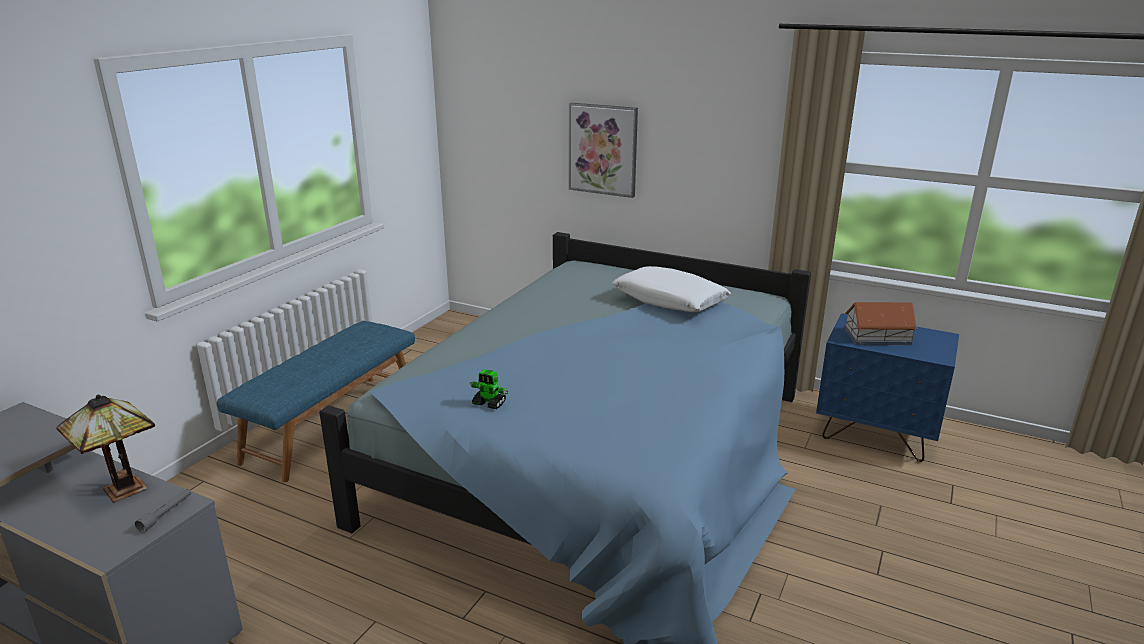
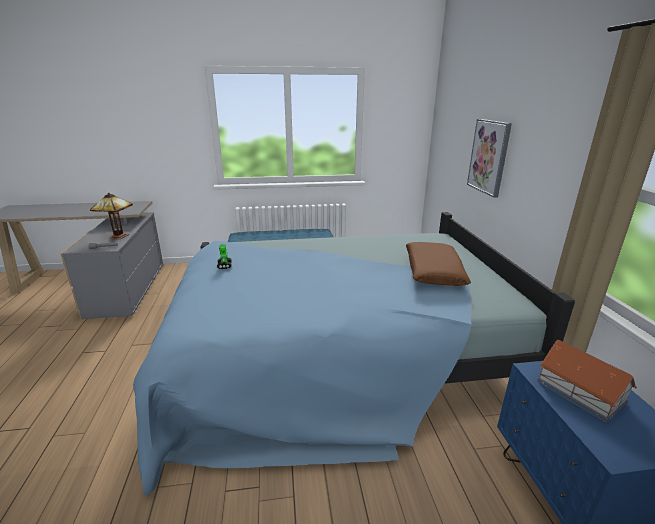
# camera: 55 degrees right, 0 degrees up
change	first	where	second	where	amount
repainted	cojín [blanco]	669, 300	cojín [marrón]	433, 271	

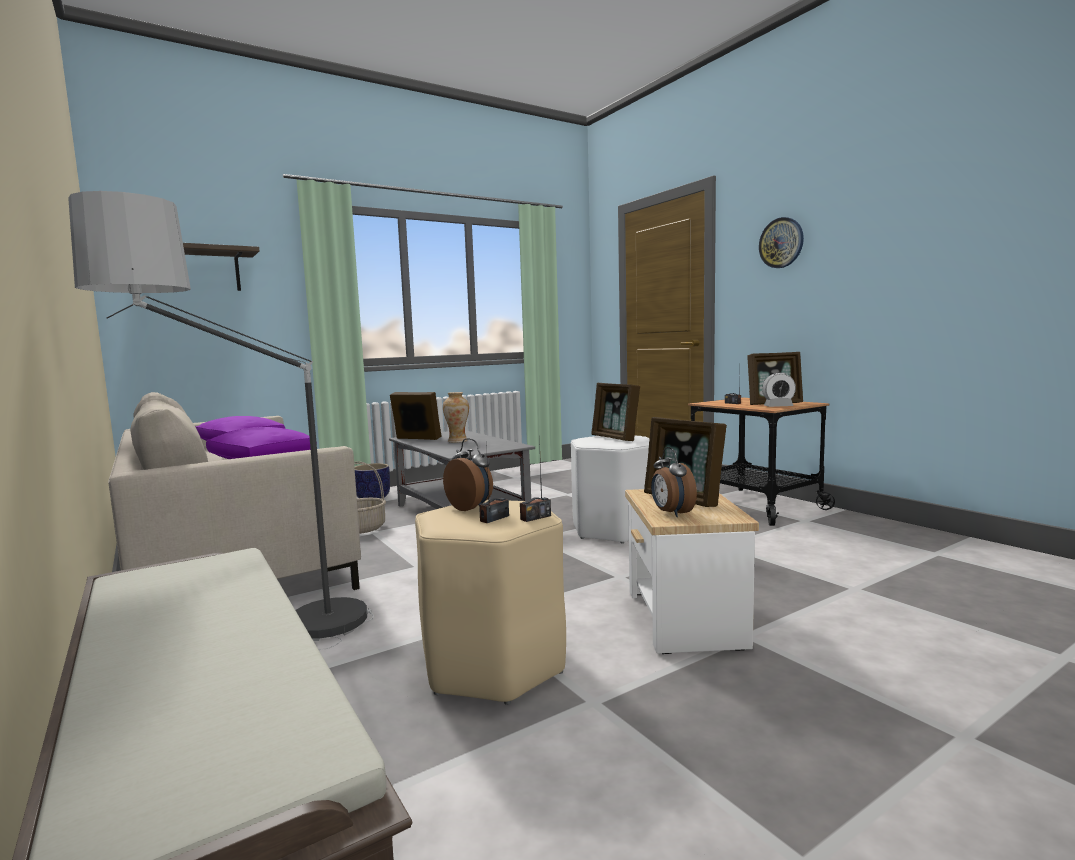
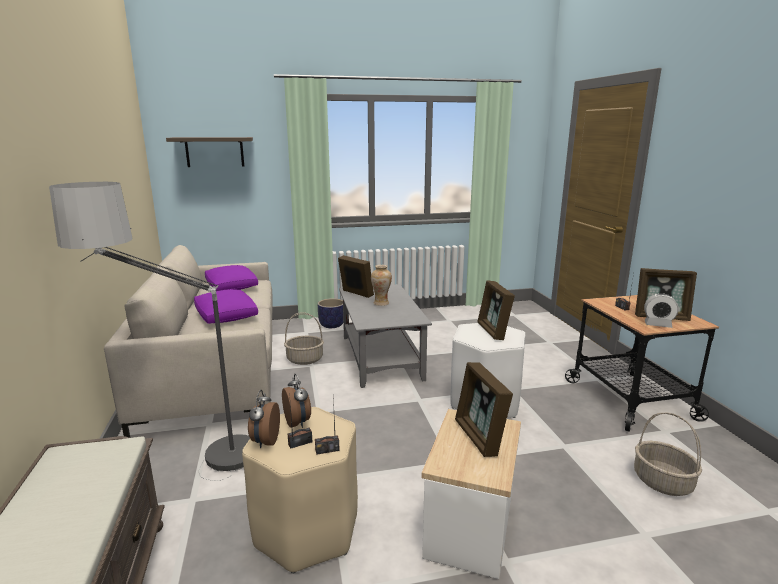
# camera: 20 degrees right, 10 degrees up
change	first	where	second	where	amount
shifted	despertador	671, 513		265, 441	
new			cesta	661, 482	
gone	reloj de pared	781, 243			

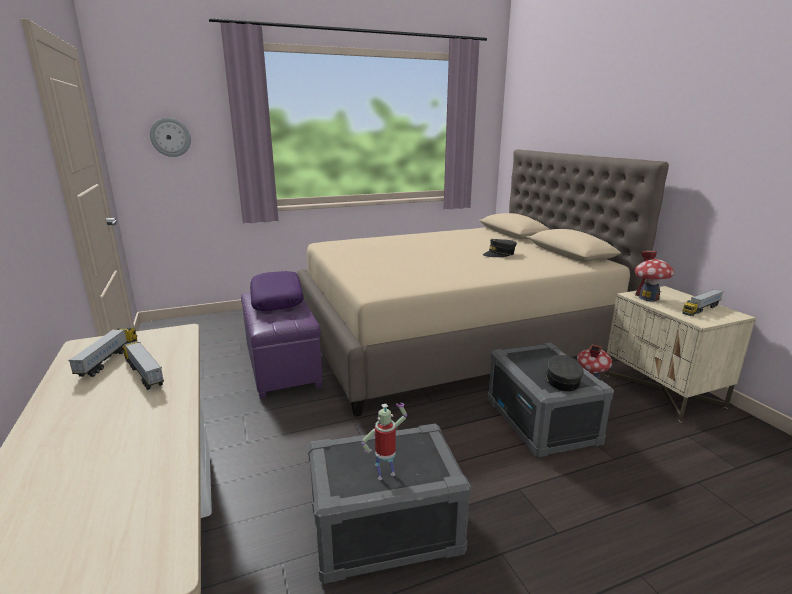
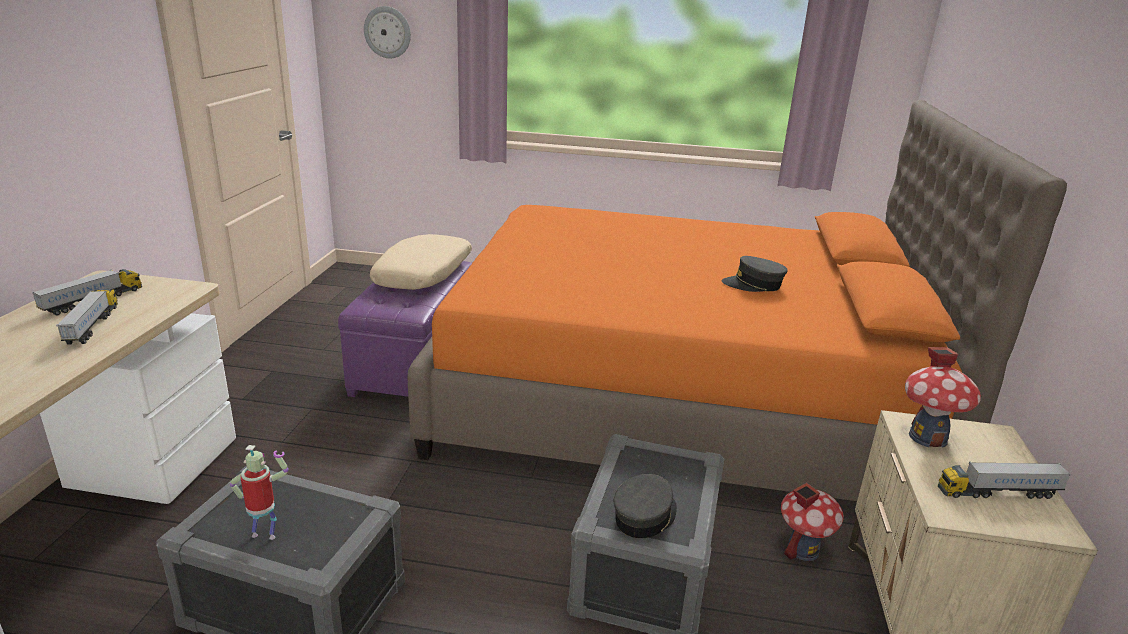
# camera: 30 degrees right, 5 degrees up
change	first	where	second	where	amount
repainted	cojín [morado]	277, 299	cojín [beis]	424, 274	
repainted	cama [beis]	453, 336	cama [naranja]	676, 395	

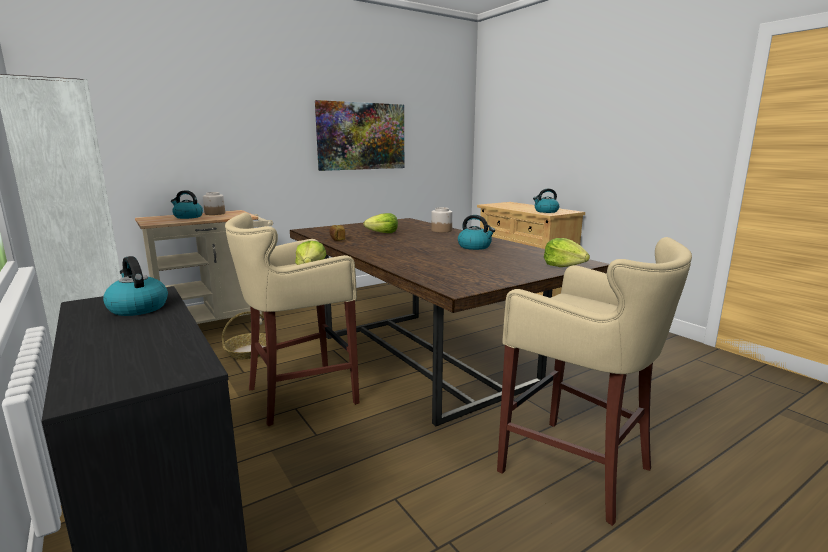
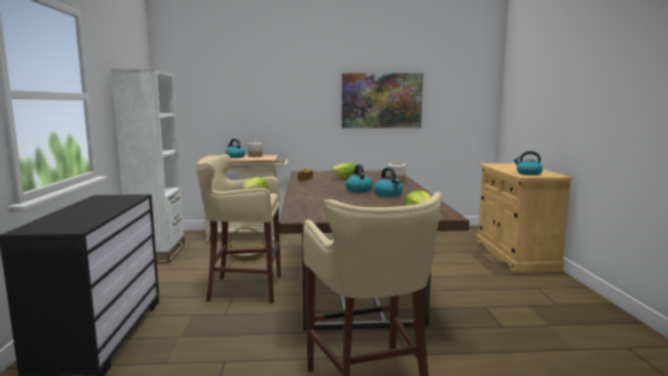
# camera: 30 degrees right, 5 degrees down
change	first	where	second	where	amount
shifted	hervidor	137, 308		358, 190	

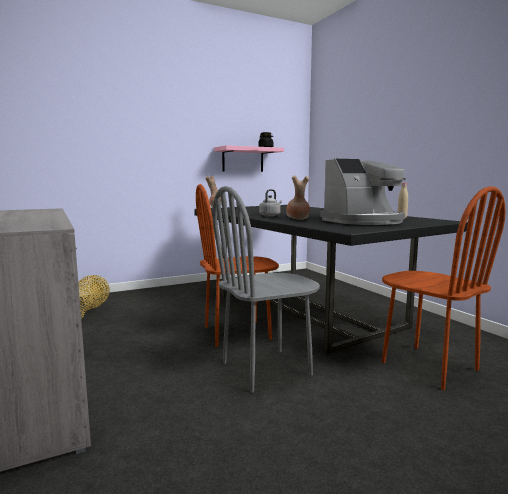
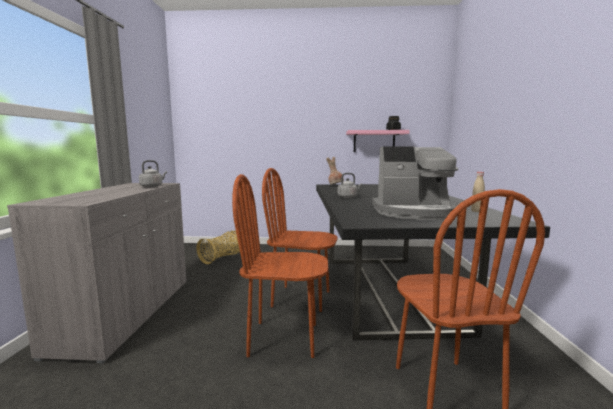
# camera: 30 degrees right, 0 degrees up
change	first	where	second	where	amount
new			hervidor [gris]	152, 186	
repainted	silla [gris]	266, 369	silla [marrón]	283, 339	
gone	florero [marrón]	297, 219			

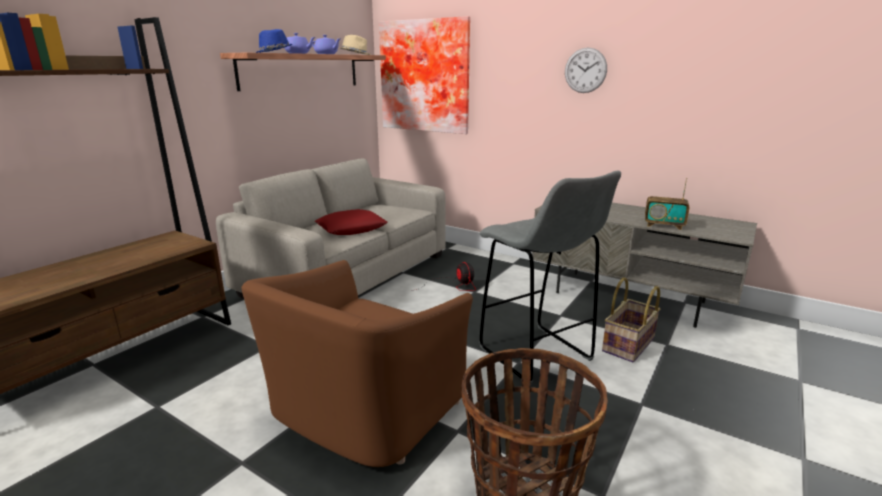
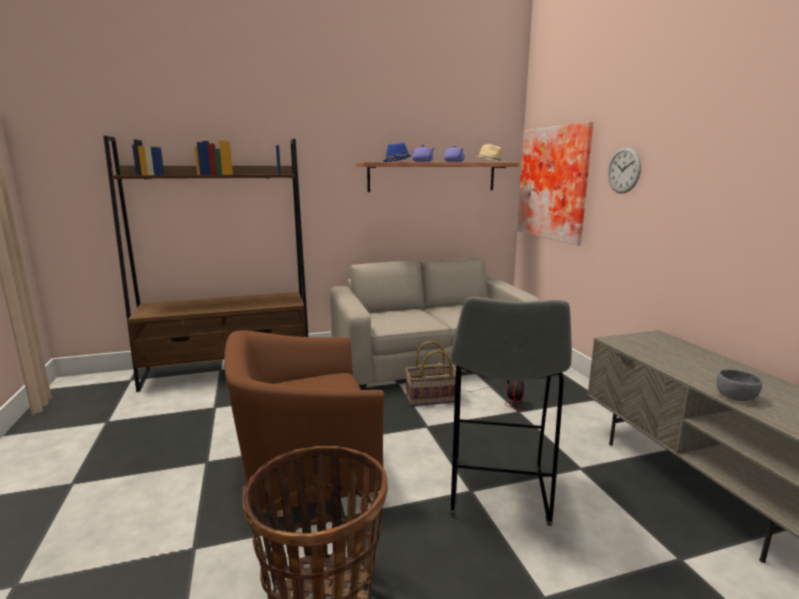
# camera: 40 degrees right, 5 degrees down
change	first	where	second	where	amount
shifted	cesta	629, 345		431, 399	
shifted	reloj de pared	585, 70		624, 170	
swapped	radio	664, 225	cuenco [gris]	736, 397	
gone	cojín [rojo]	351, 228			

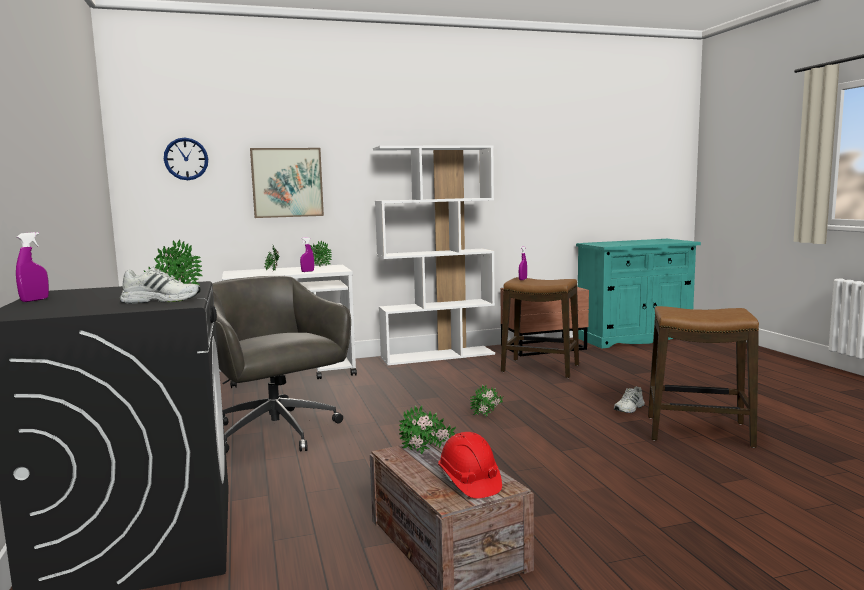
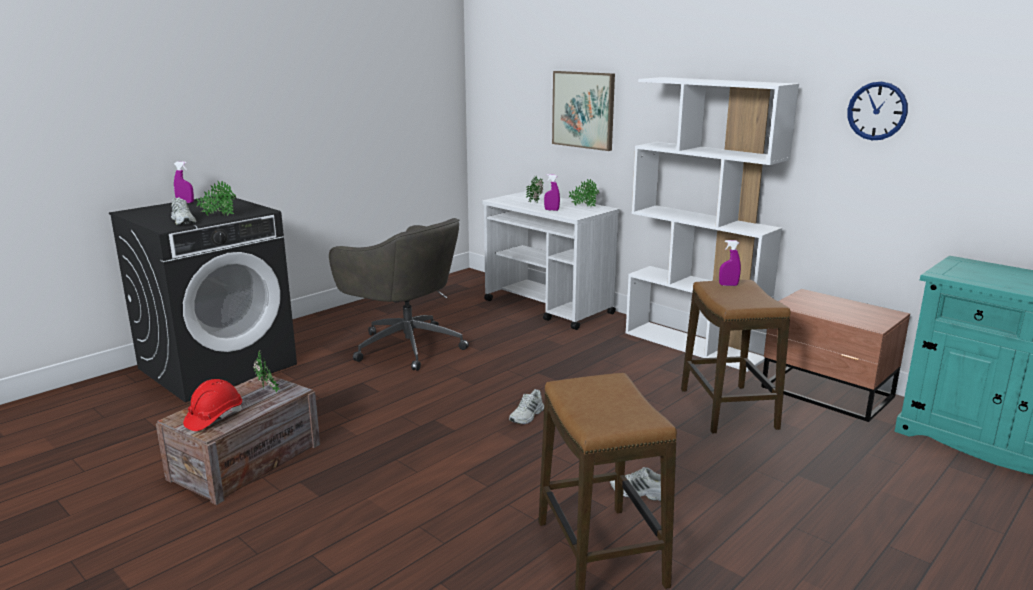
# camera: 60 degrees right, 10 degrees up
change	first	where	second	where	amount
rotated	silla de oficina [gris]	278, 433		406, 346	105 degrees clockwise
swapped	planta en maceta	488, 415	zapato [blanco]	527, 416	
shifted	reloj de pared	186, 159		877, 111	

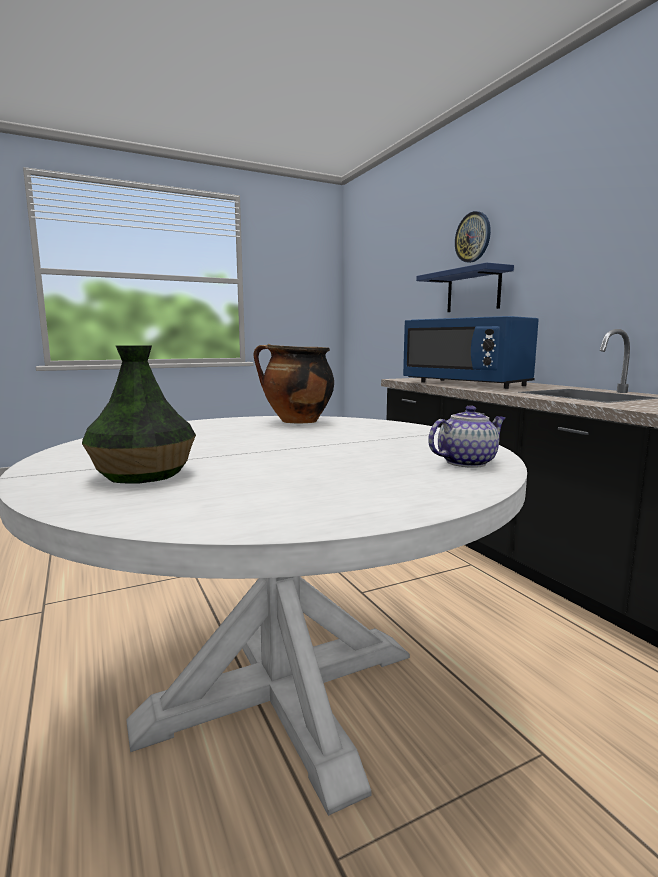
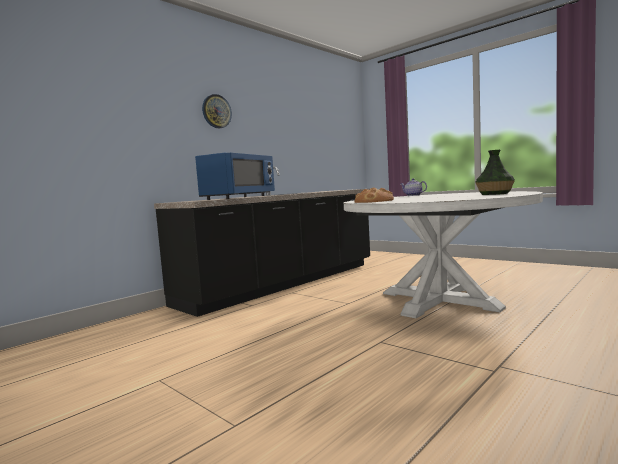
# camera: 110 degrees left, 5 degrees down
change	first	where	second	where	amount
shifted	reloj de pared	473, 237		216, 111	
swapped	olla	296, 421	pan	374, 201	
gone	estante [azul]	473, 291			

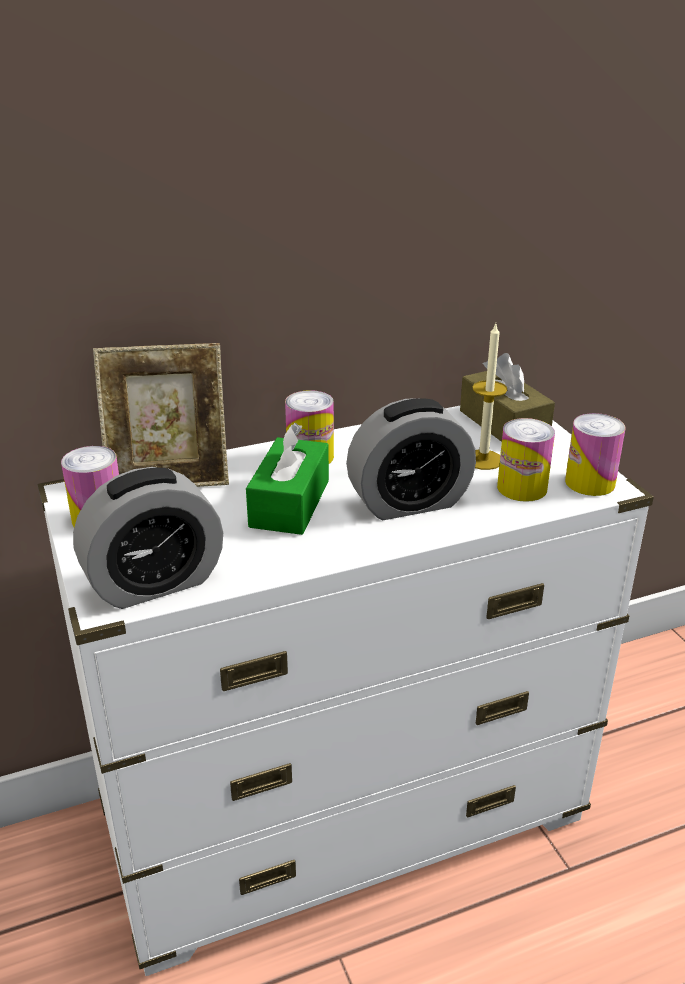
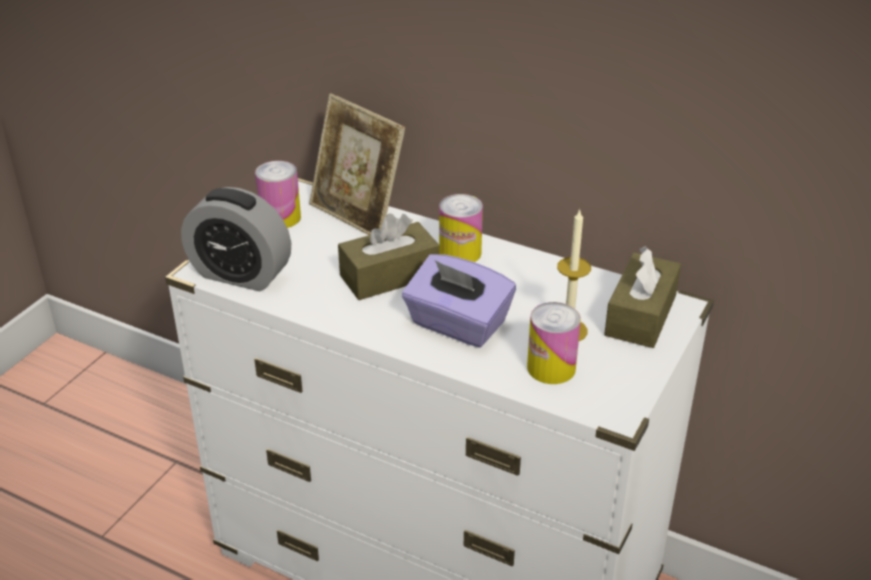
# camera: 50 degrees right, 5 degrees up
change	first	where	second	where	amount
repainted	caja de pañuelos [verde]	290, 503	caja de pañuelos [marrón]	389, 276	
swapped	despertador	409, 503	caja de pañuelos [morado]	457, 325	
gone	lata	590, 482			

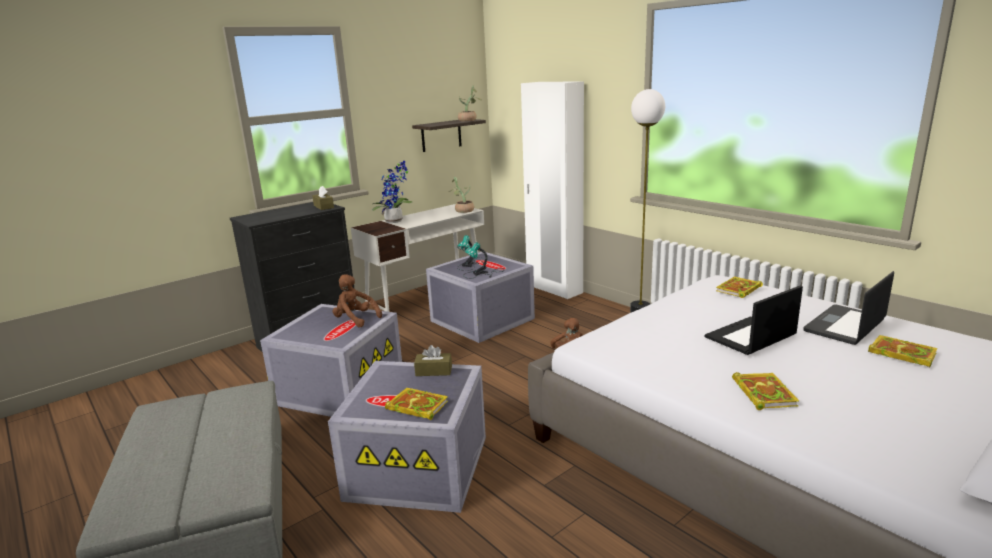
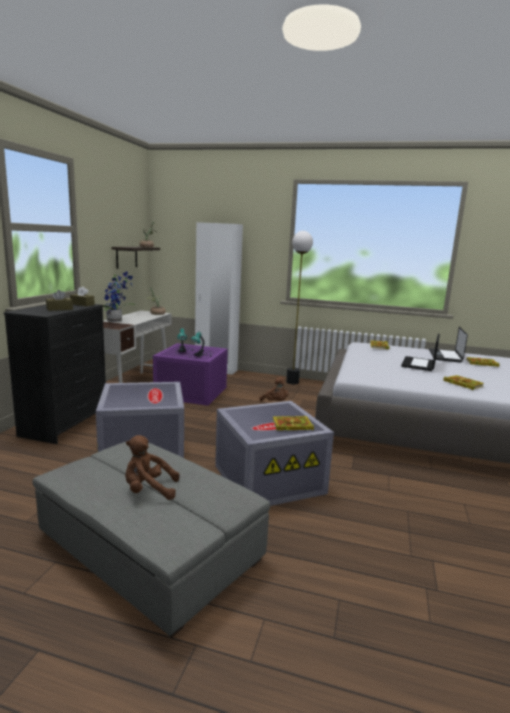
# camera: 35 degrees left, 5 degrees down
change	first	where	second	where	amount
shifted	caja de pañuelos [marrón]	433, 371		59, 309	
shifted	peluche [marrón]	355, 320		148, 490	
repainted	caja de almacenaje [gris]	480, 320	caja de almacenaje [morado]	190, 392	

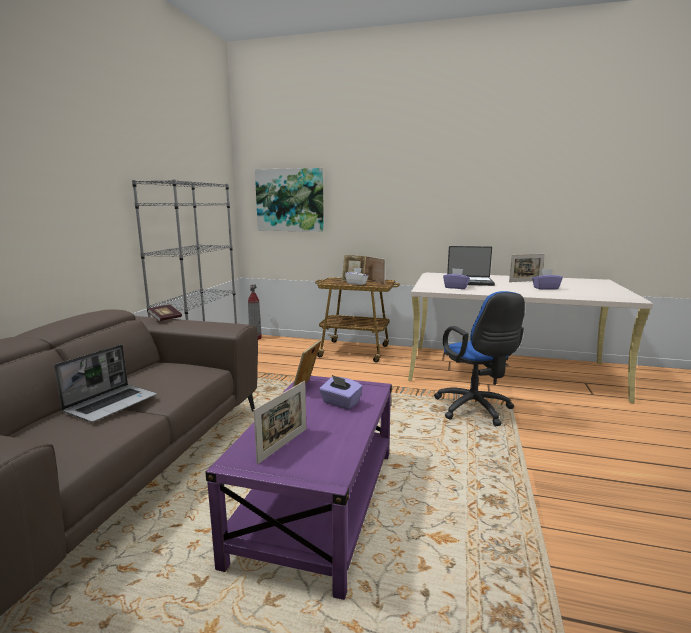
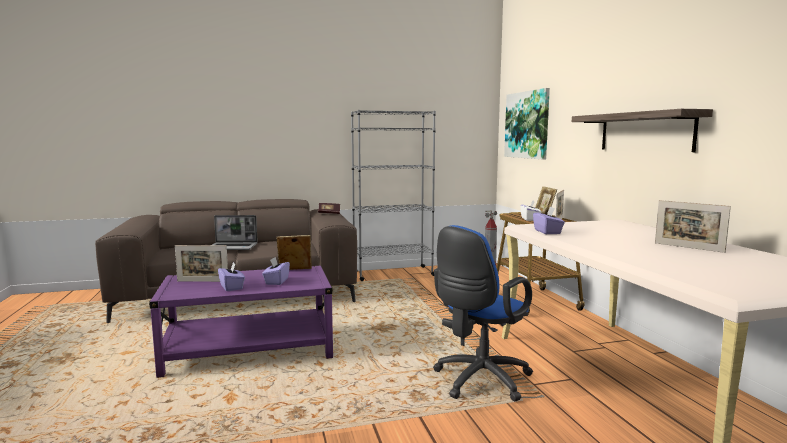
# camera: 60 degrees right, 5 degrees down
change	first	where	second	where	amount
shifted	caja de pañuelos [morado]	545, 288		232, 287	
new			estante	645, 132	
gone	portátil	469, 282			

